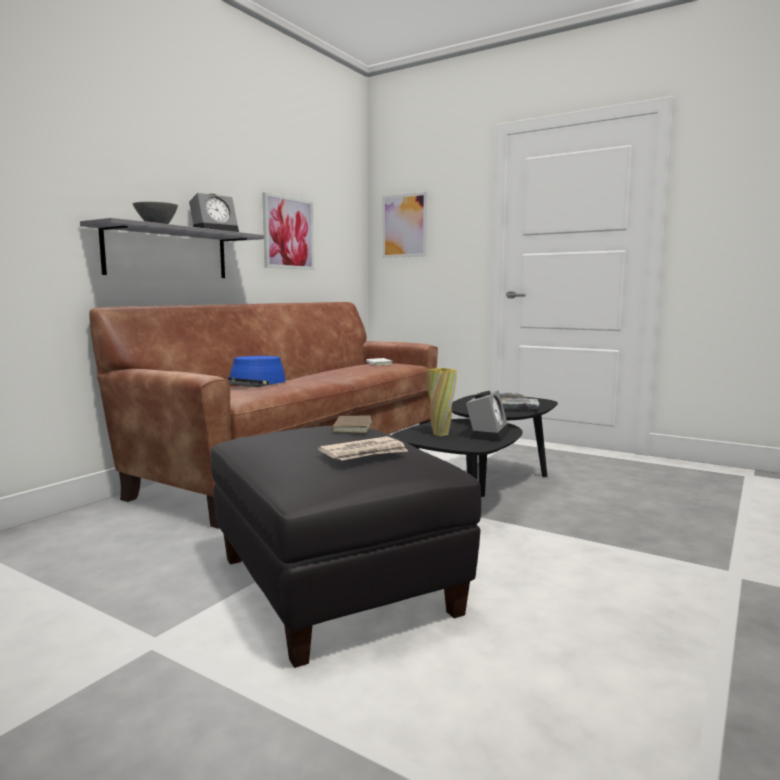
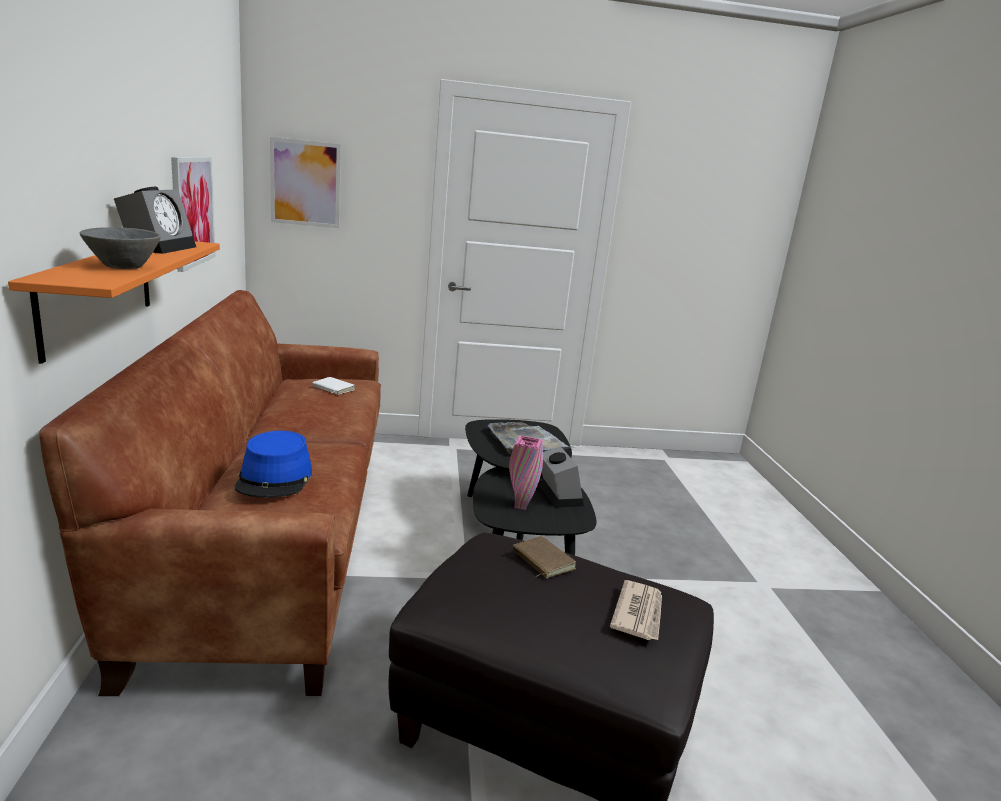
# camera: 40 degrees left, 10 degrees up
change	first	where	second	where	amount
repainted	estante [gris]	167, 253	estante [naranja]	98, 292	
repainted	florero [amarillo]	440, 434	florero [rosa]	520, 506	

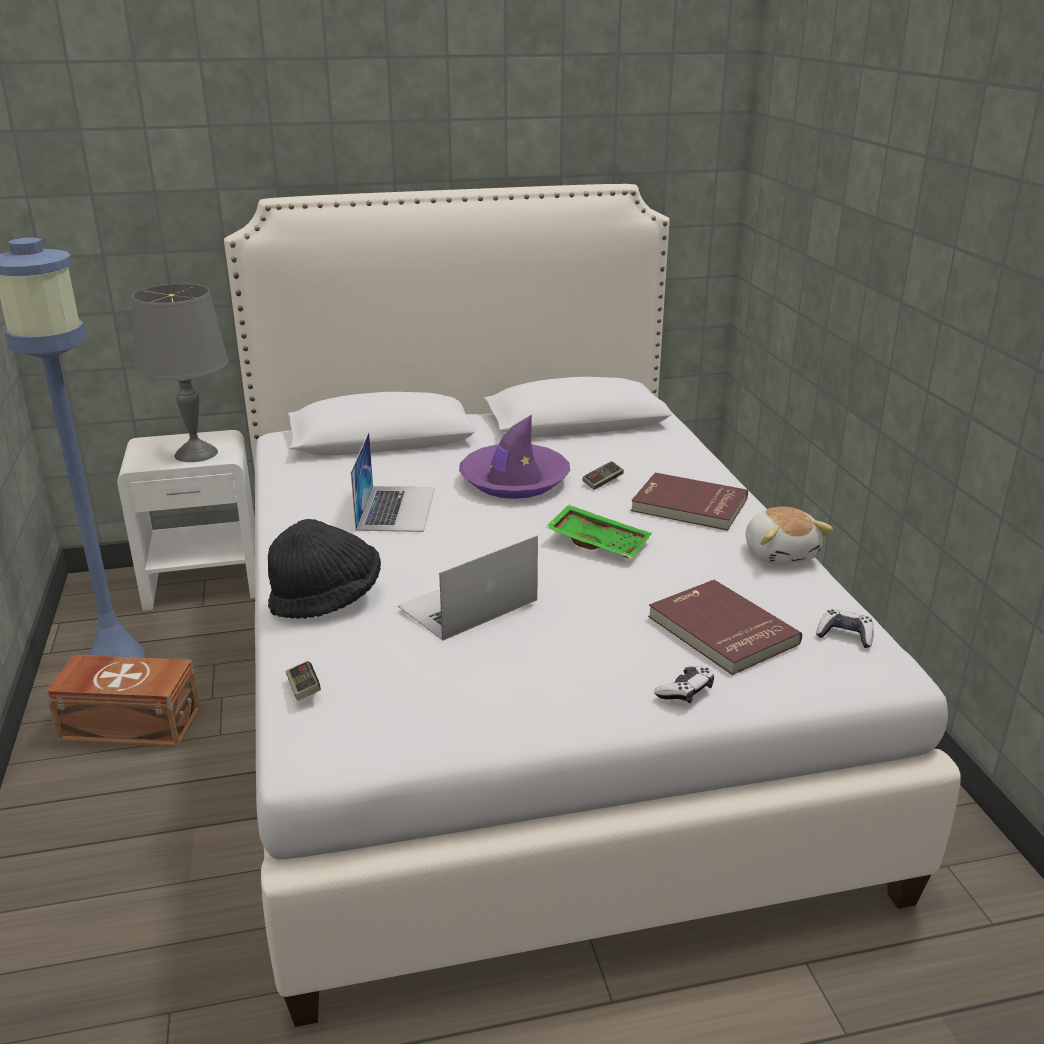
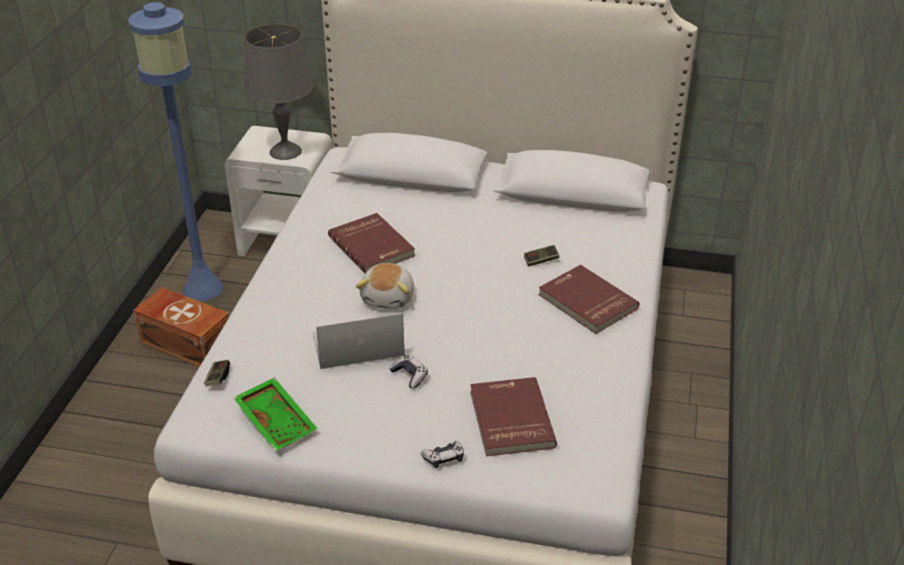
# camera: 25 degrees right, 10 degrees up
change	first	where	second	where	amount
shifted	bandeja [verde]	599, 542		277, 421	
swapped	portátil	396, 508	libro [rojo]	373, 246	
shifted	peluche	781, 553		389, 298	
shifted	mando de consola	845, 635		410, 375	
gone	sombrero [negro]	327, 599			
gone	sombrero [morado]	514, 481			

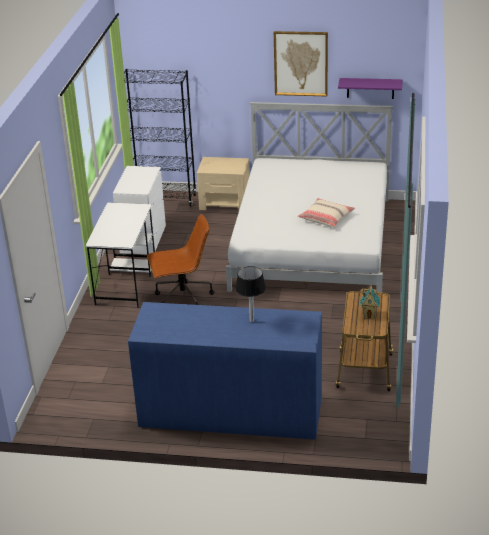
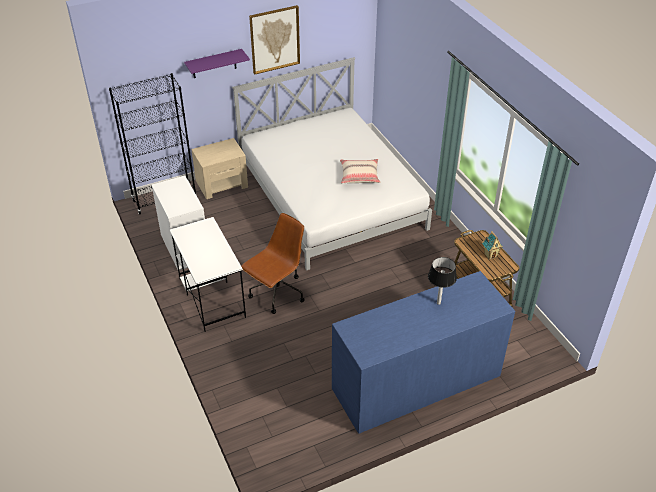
# camera: 35 degrees left, 10 degrees up
change	first	where	second	where	amount
shifted	estante [morado]	370, 88		214, 64	

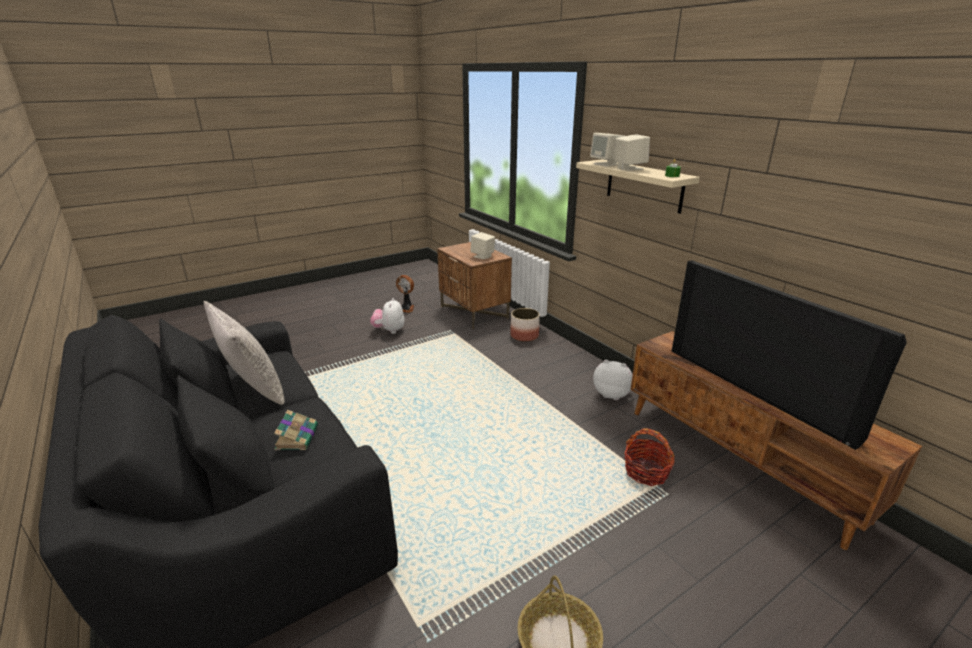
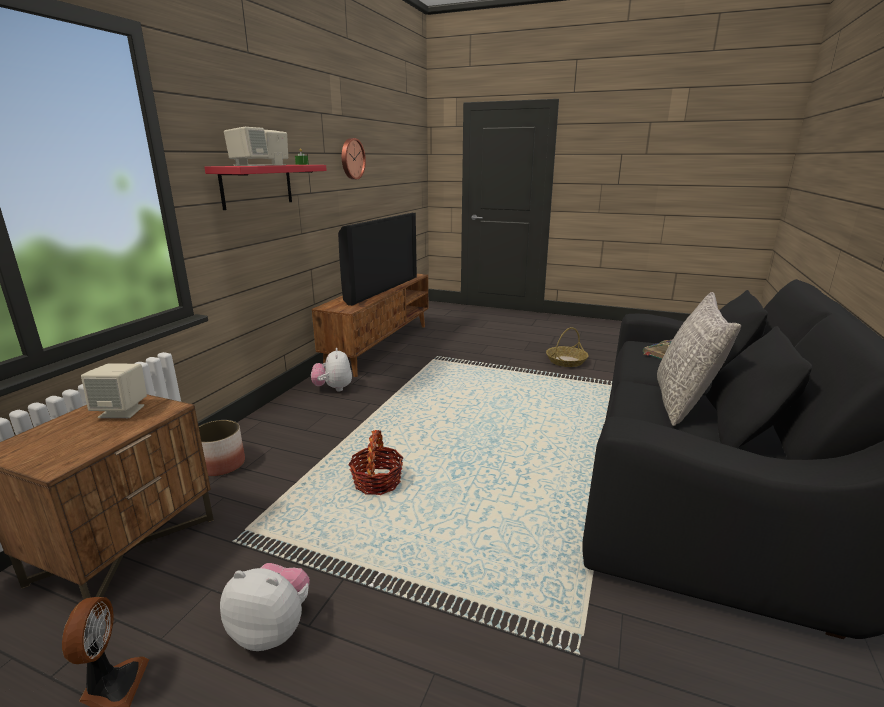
# camera: 125 degrees left, 5 degrees down
change	first	where	second	where	amount
repainted	estante [beis]	644, 185	estante [rojo]	257, 185	
rotated	peluche	389, 330		272, 629	135 degrees counterclockwise
new			reloj de pared	351, 159	
shifted	cesta	646, 472		377, 482	

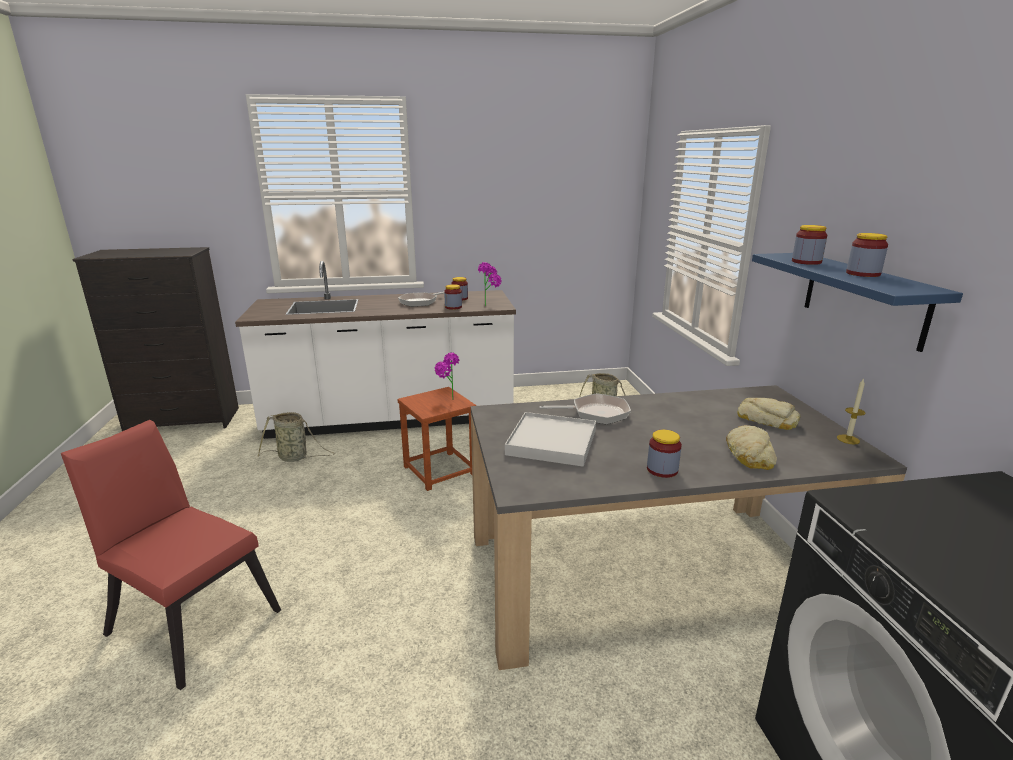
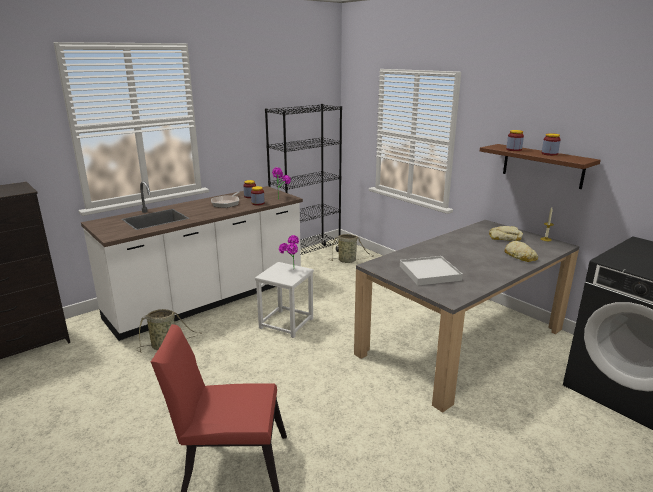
# camera: 30 degrees left, 0 degrees up
change	first	where	second	where	amount
repainted	taburete [marrón]	440, 471	taburete [blanco]	286, 323	
new			estantería [negro]	306, 256	
repainted	estante [azul]	863, 298	estante [marrón]	542, 166	
gone	sartén	595, 413			
gone	tarro	662, 470			

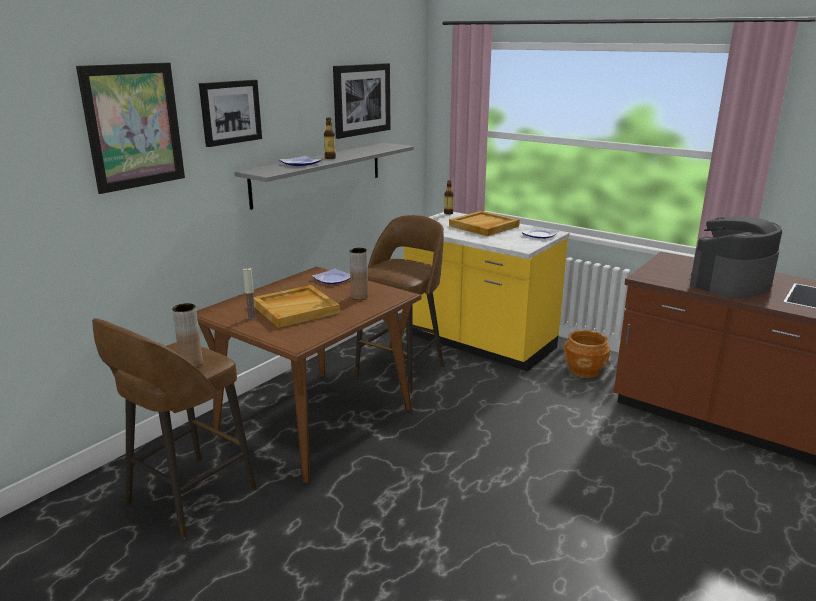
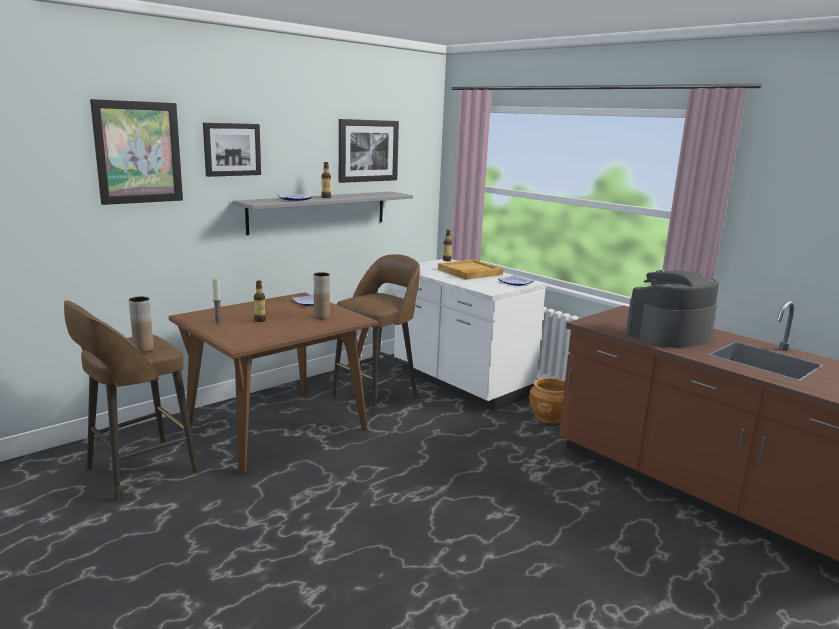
# camera: 10 degrees right, 5 degrees down
change	first	where	second	where	amount
swapped	bandeja [beis]	296, 309	botella	260, 320	
repainted	mueble bajo de cocina [amarillo]	478, 343	mueble bajo de cocina [blanco]	460, 383	

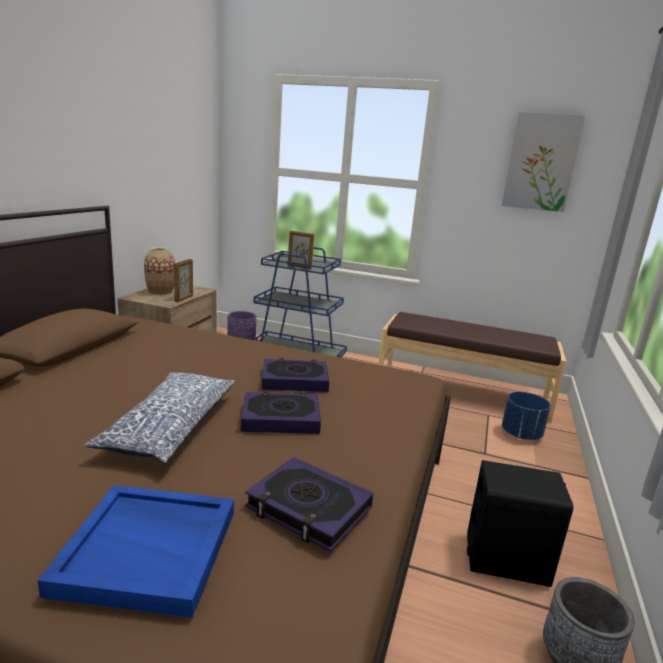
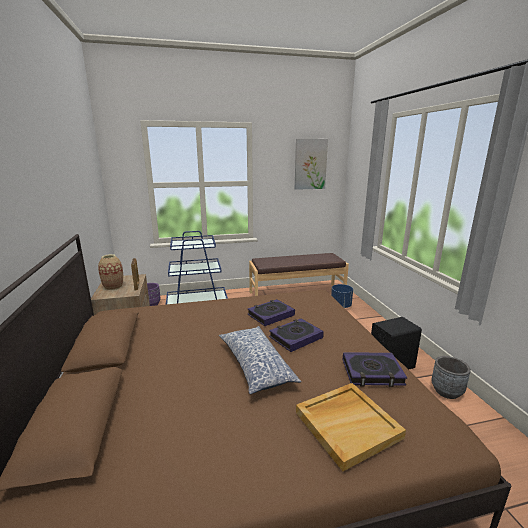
# camera: 30 degrees left, 0 degrees up
change	first	where	second	where	amount
repainted	bandeja [azul]	150, 549	bandeja [beis]	347, 424	
gone	portarretratos	299, 267			

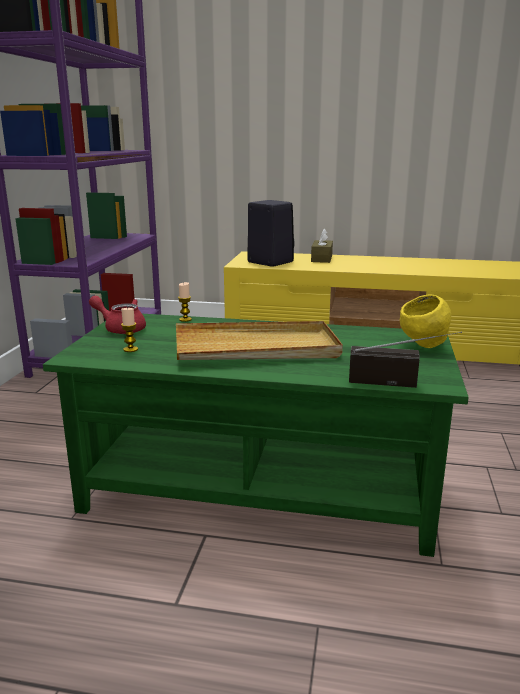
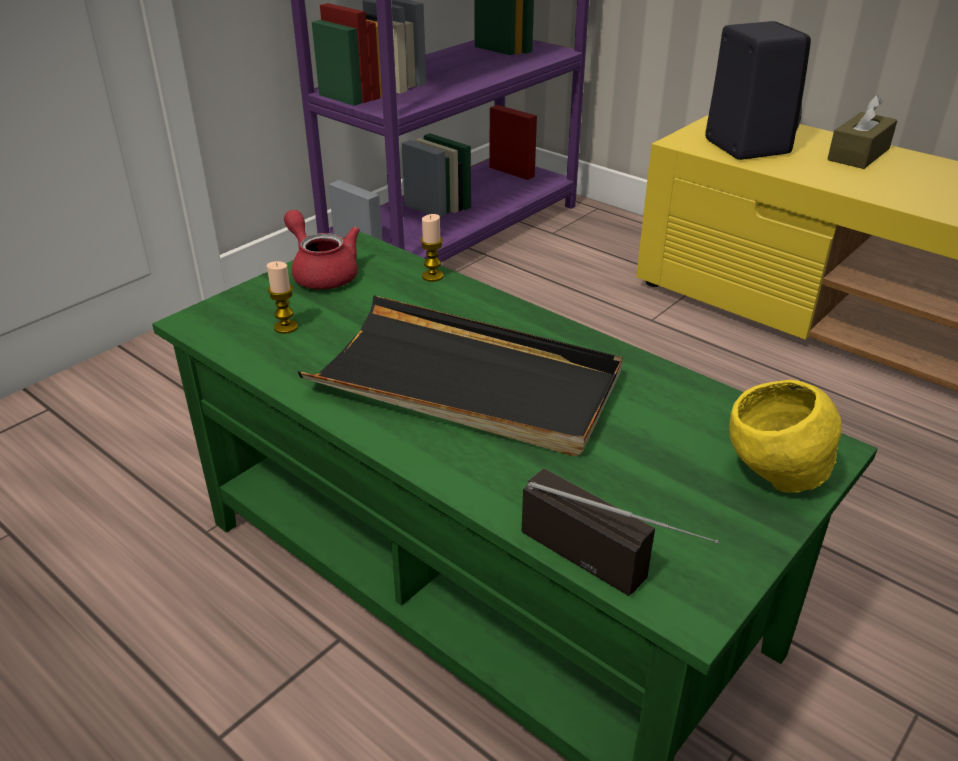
# camera: 30 degrees right, 15 degrees up
change	first	where	second	where	amount
repainted	bandeja [beis]	256, 348	bandeja [negro]	466, 383	

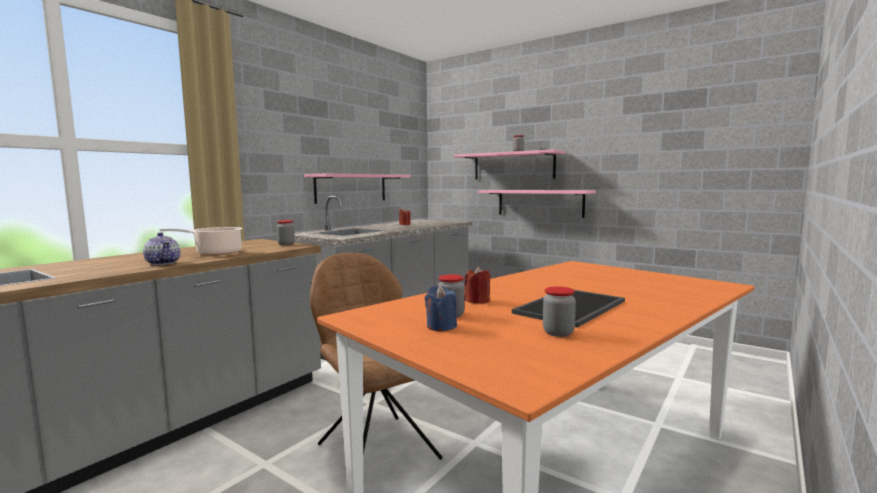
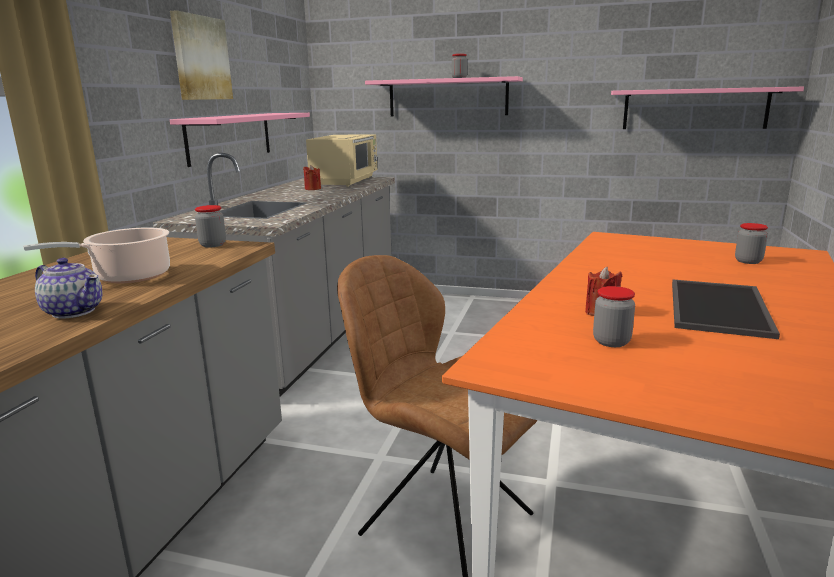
# camera: 20 degrees left, 10 degrees up
change	first	where	second	where	amount
new			cuadro	200, 58	
new			microondas [beis]	346, 181	
shifted	estante [rosa]	539, 203		694, 109	
shifted	tarro	558, 333		748, 261	
gone	vela [azul]	441, 326			

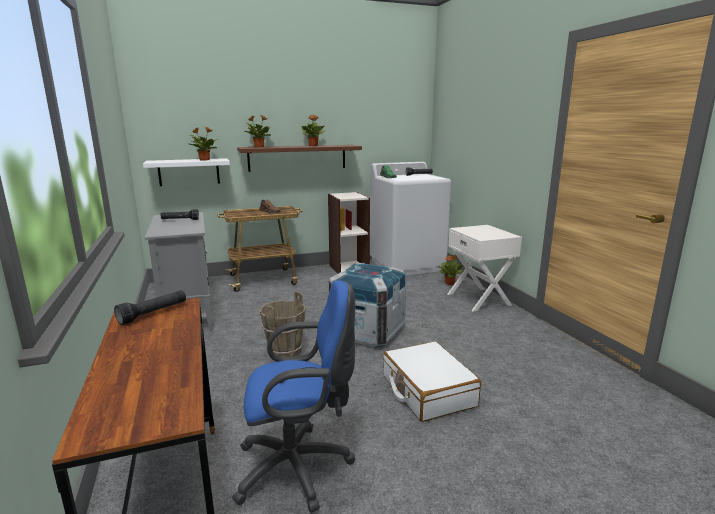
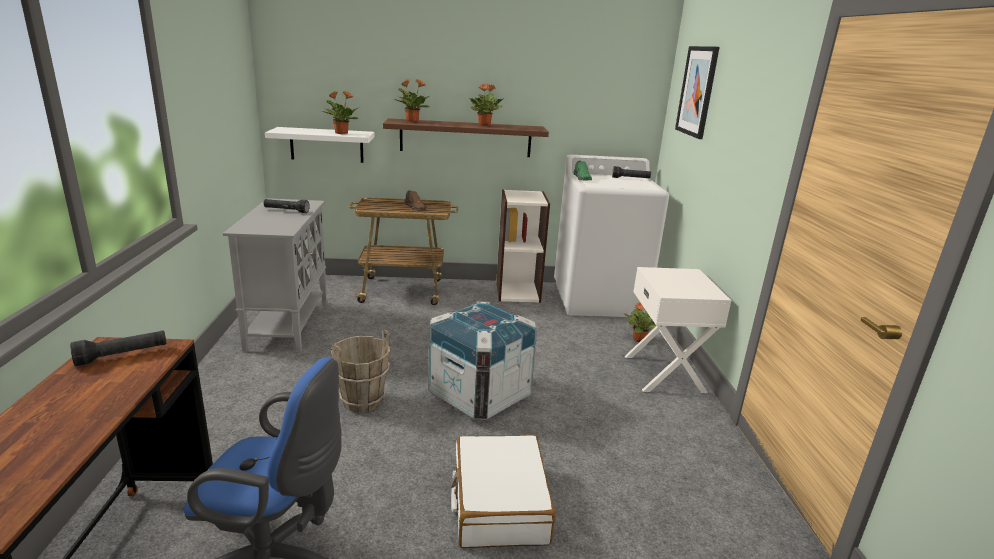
# camera: 15 degrees right, 5 degrees up
change	first	where	second	where	amount
new			cuadro	697, 91	

